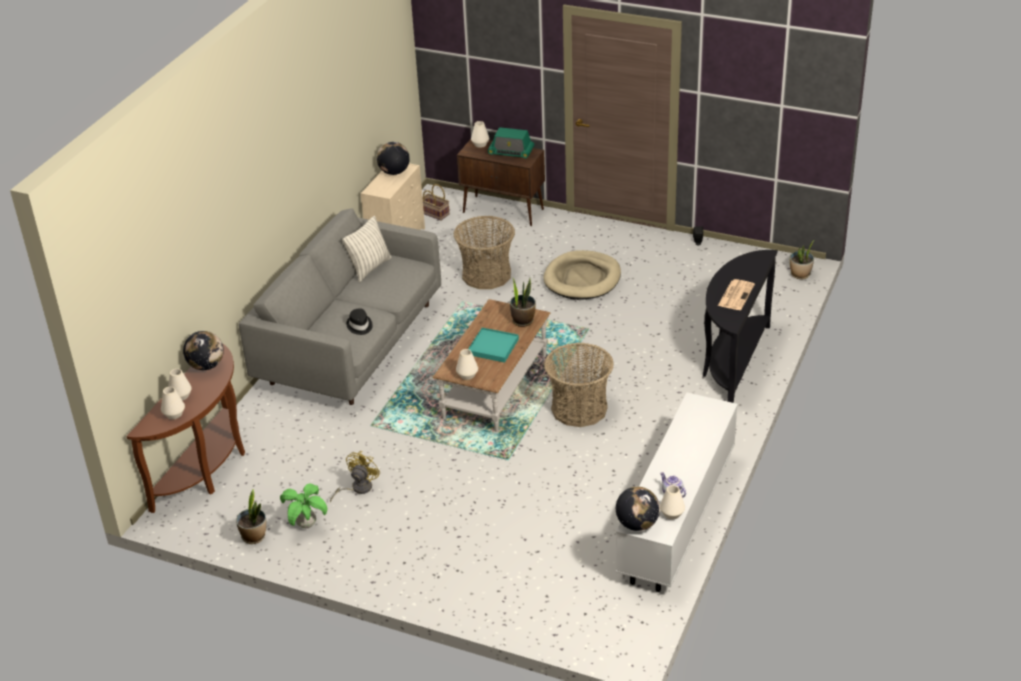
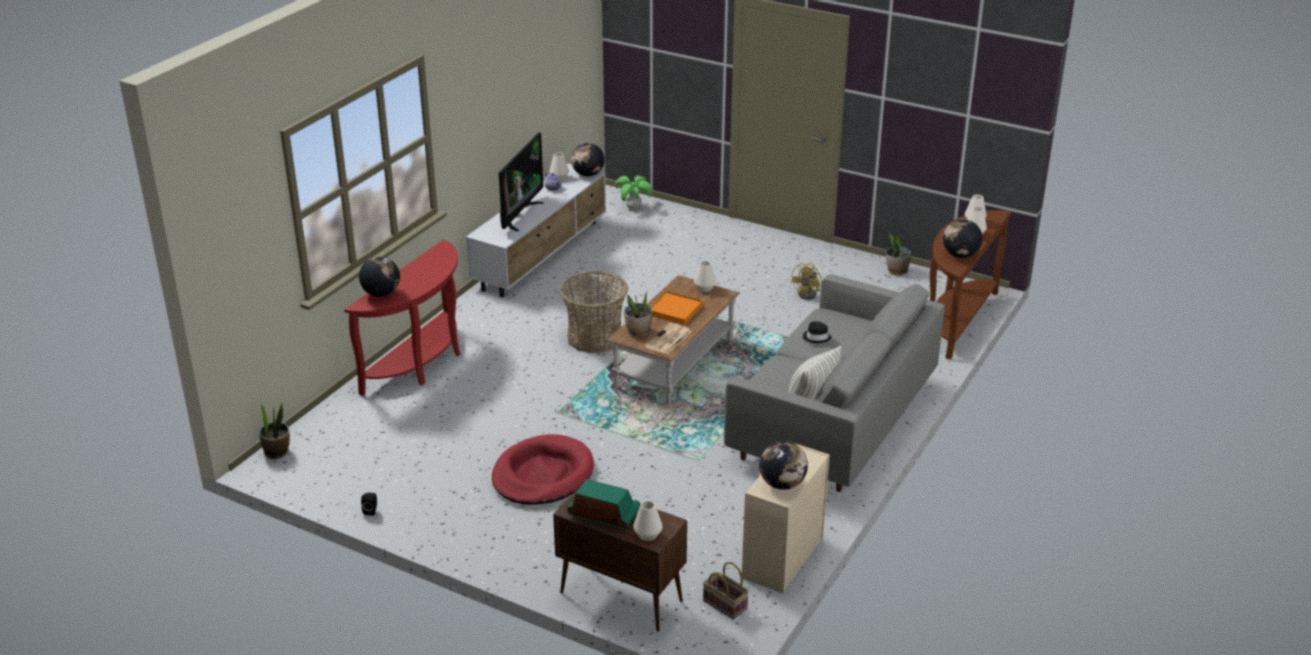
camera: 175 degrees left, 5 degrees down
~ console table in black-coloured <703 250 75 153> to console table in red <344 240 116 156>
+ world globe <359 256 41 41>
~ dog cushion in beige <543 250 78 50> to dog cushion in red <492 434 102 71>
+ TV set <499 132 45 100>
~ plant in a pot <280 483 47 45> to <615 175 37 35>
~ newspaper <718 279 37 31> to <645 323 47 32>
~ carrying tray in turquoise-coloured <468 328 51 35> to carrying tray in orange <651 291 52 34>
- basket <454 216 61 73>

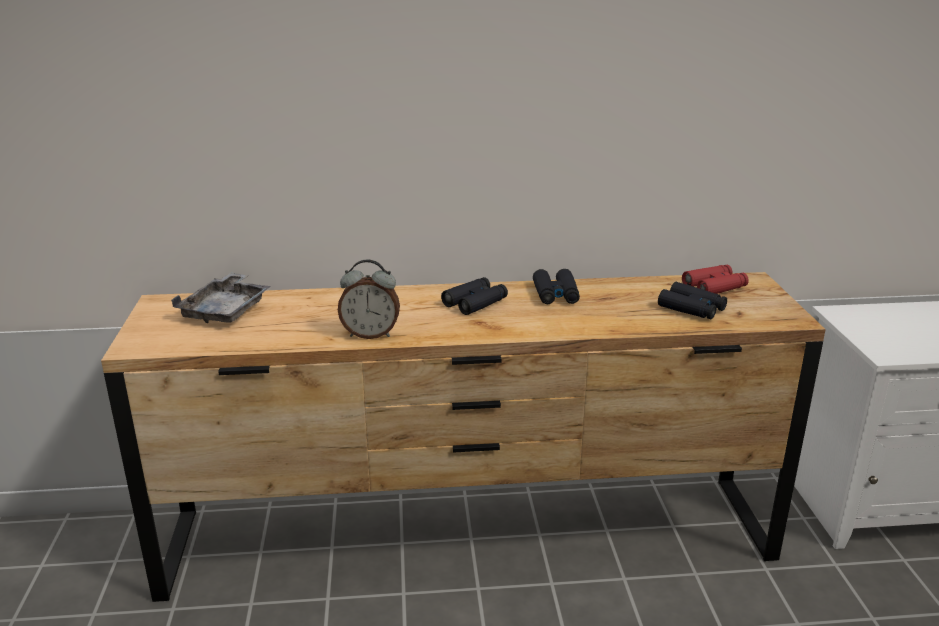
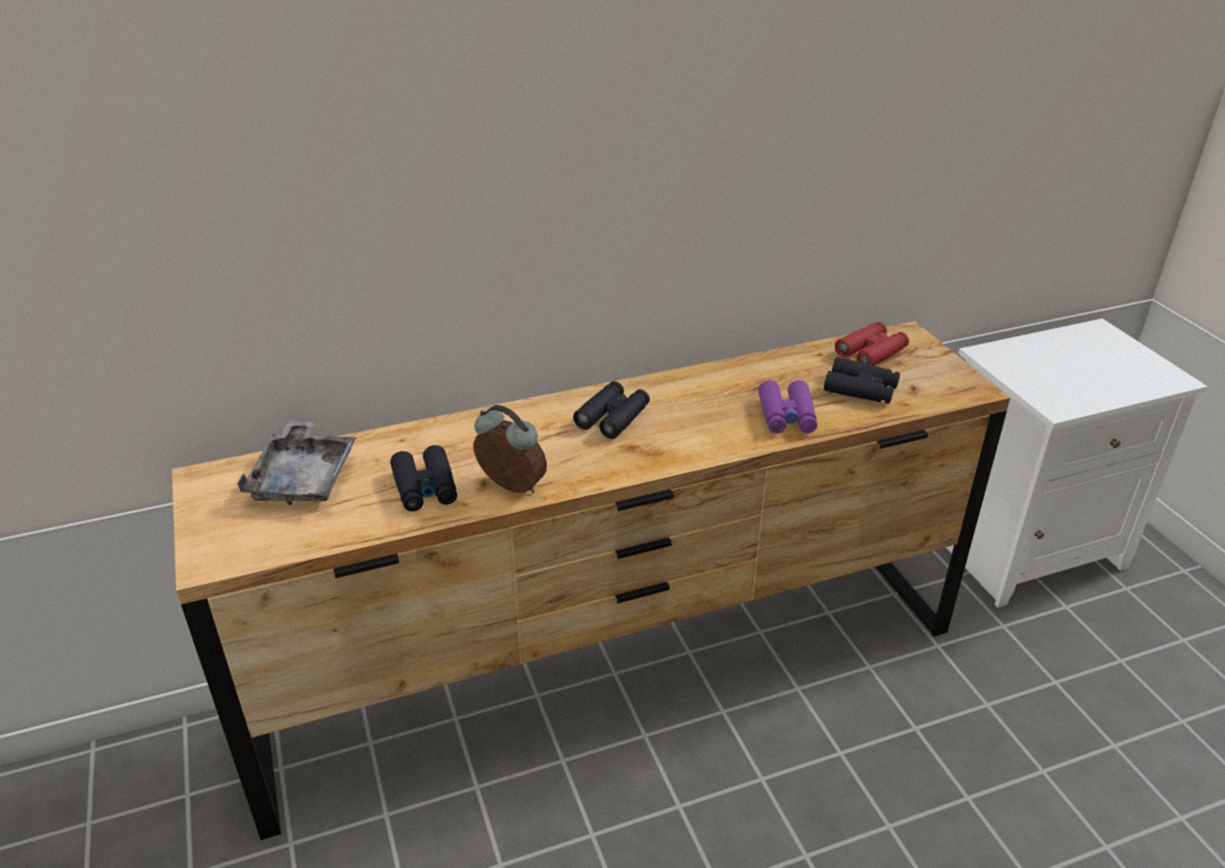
camera: 15 degrees left, 10 degrees up
~ field glasses in black-coloured <533 269 47 35> to <390 445 67 66>
~ bedside clock <338 259 62 80> = <473 405 74 88> 135 degrees counterclockwise
+ field glasses in purplish <758 380 59 53>

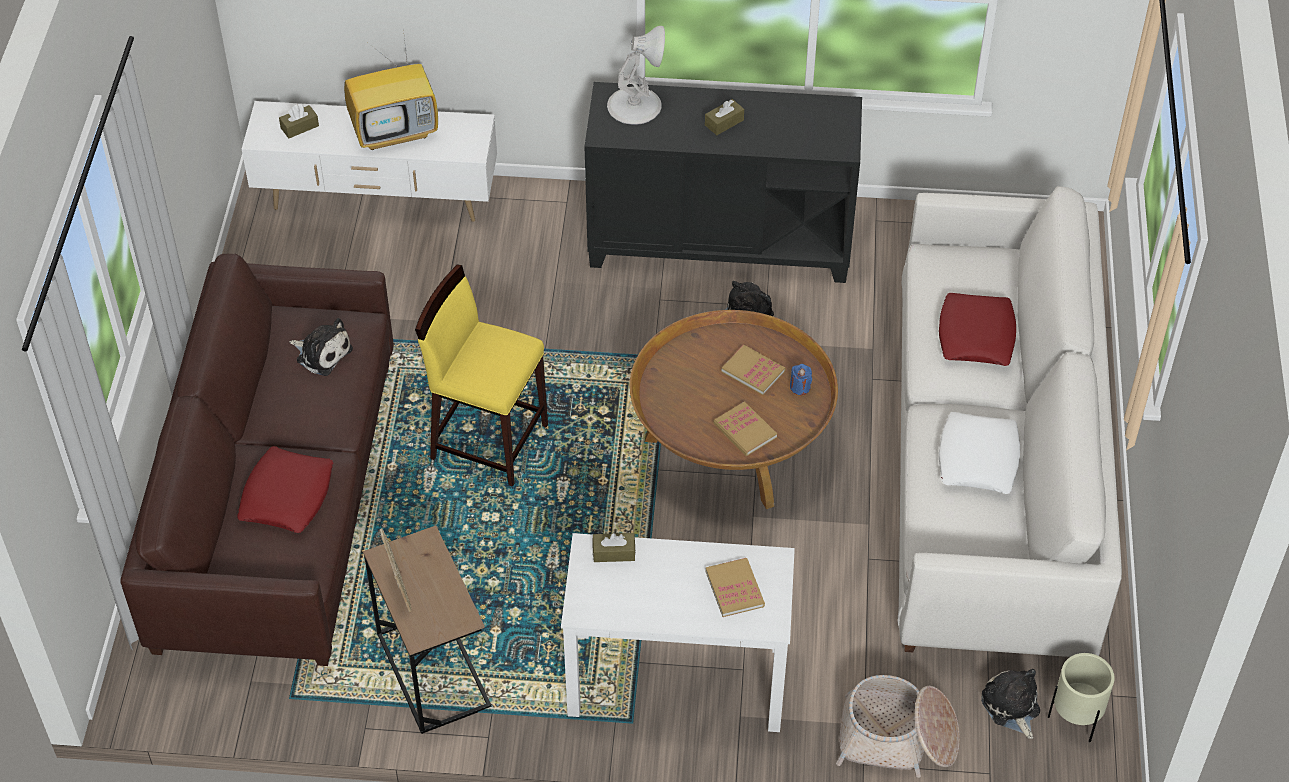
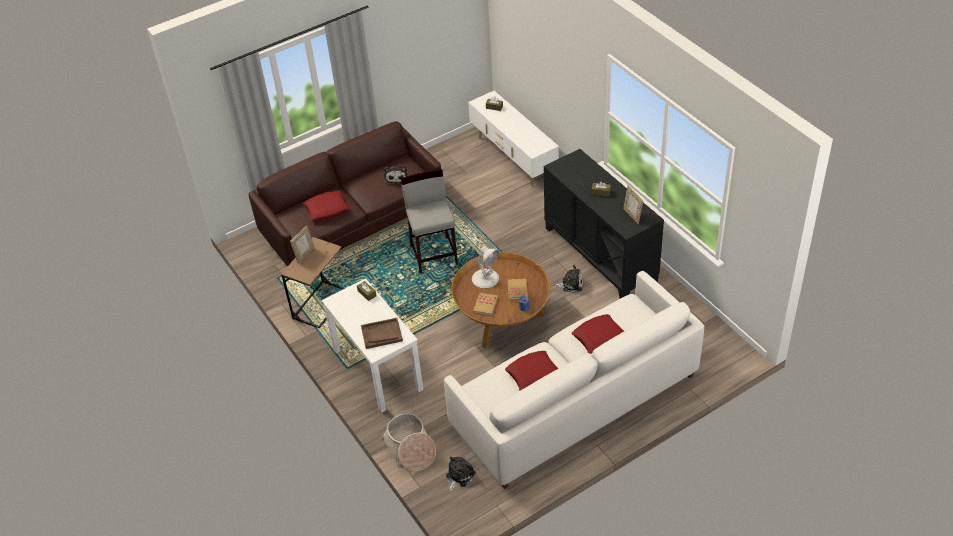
camera: 55 degrees right, 5 degrees down
~ book <705 558 60 59> to carrying tray in brown <361 318 42 31>
~ stool seat in yellow-coloured <415 264 133 223> to stool seat in grey <401 169 57 104>
~ lamp for a table in whitish <607 26 58 99> to <472 246 28 43>
~ throw pillow in whitish <939 412 81 82> to throw pillow in red <505 351 54 39>
+ standing frame <623 185 20 39>
- TV set <344 29 94 121>
- planter in beige <1048 653 67 89>

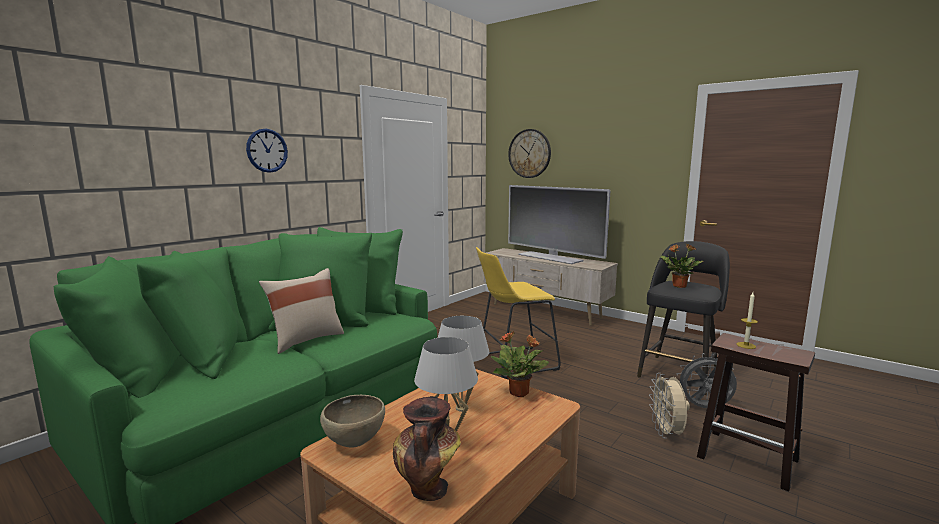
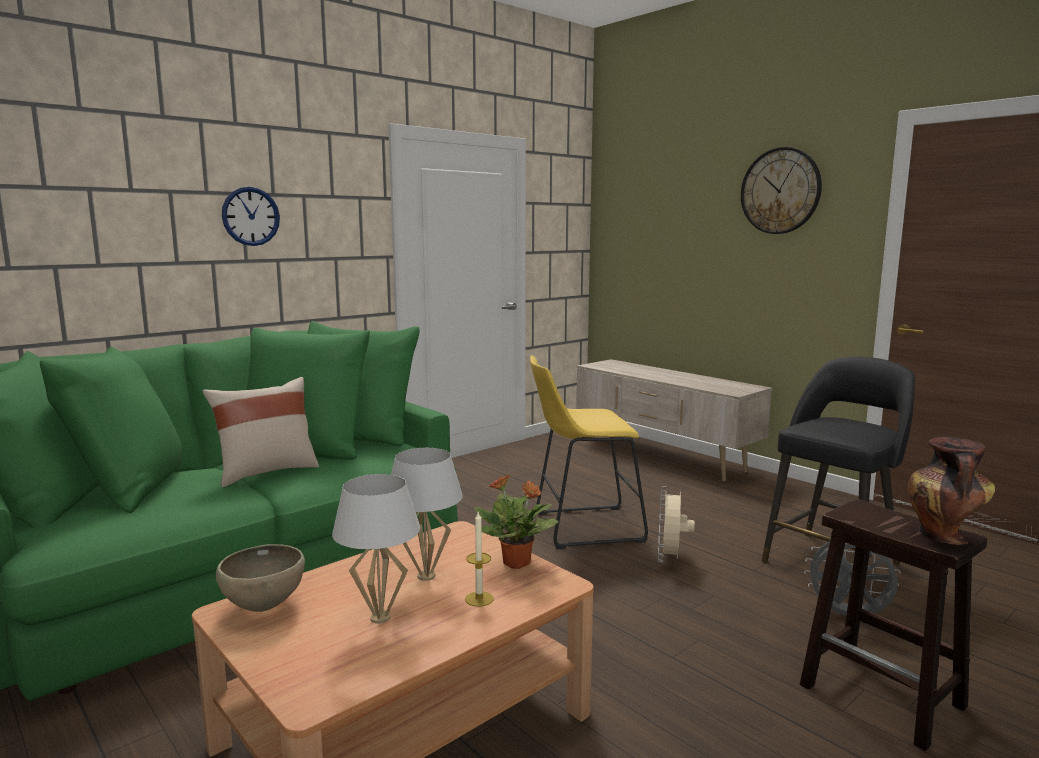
camera: 10 degrees right, 0 degrees up
~ wax light <736 293 22 56> to <465 512 29 95>
~ electric fan in beige <649 373 41 66> to <658 486 37 76>
~ hanging clock <508 129 43 49> to <741 147 81 87>
~ vase <393 396 68 105> to <907 436 88 109>
- TV set <508 185 102 79>
- plant in a pot <661 244 42 44>

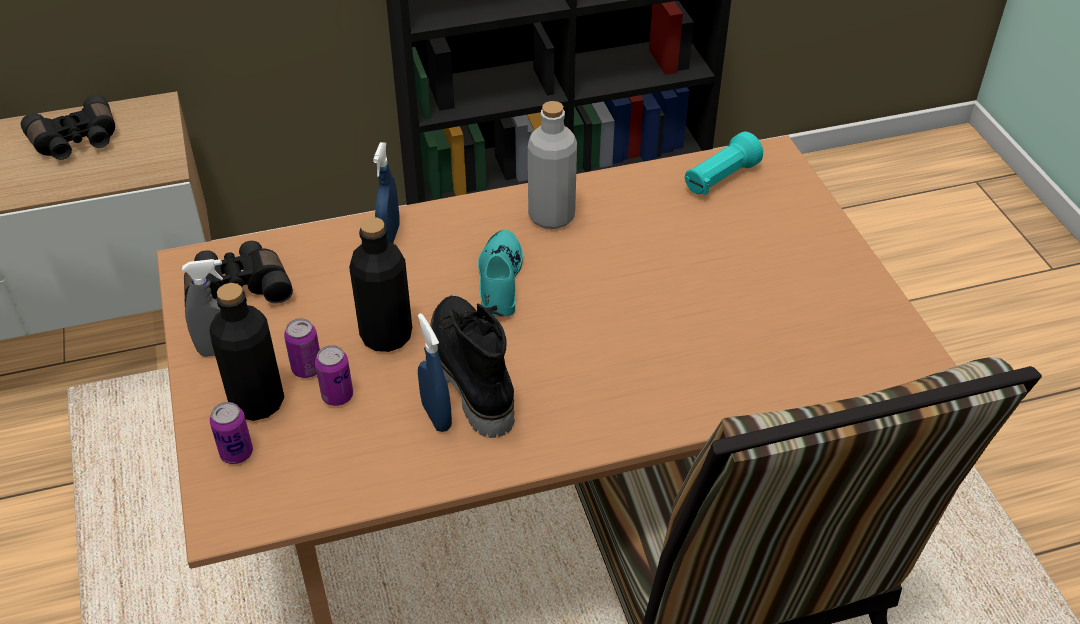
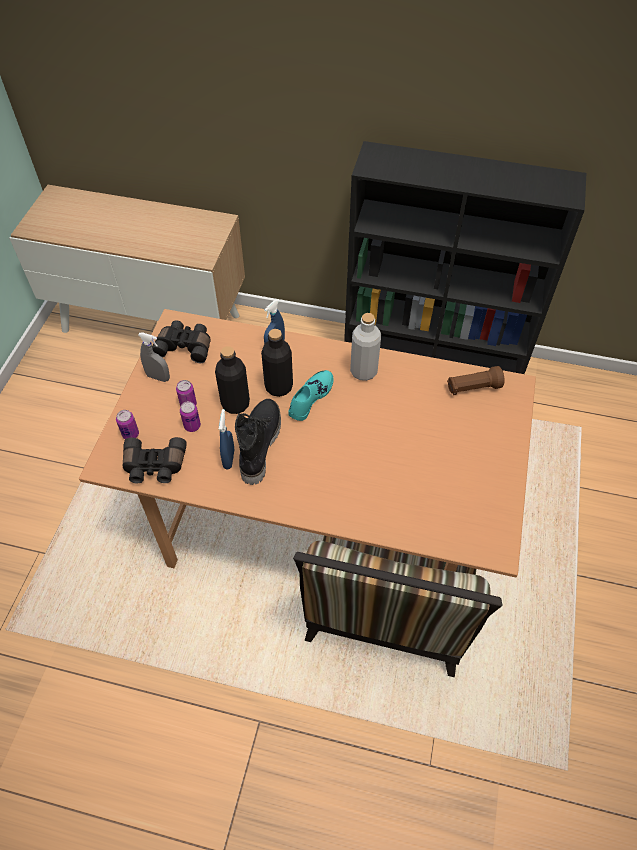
camera: 30 degrees right, 10 degrees up
~ field glasses in black-coloured <21 95 94 65> to <123 437 64 47>
~ drink bottle in black-coloured <209 283 75 138> to <261 329 32 68>
~ hand torch in turquoise-coloured <685 132 78 63> to hand torch in brown <447 366 58 29>

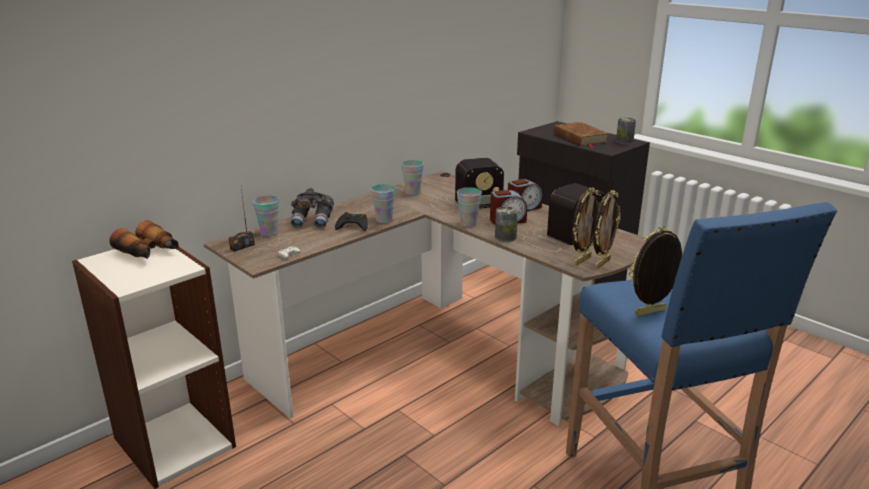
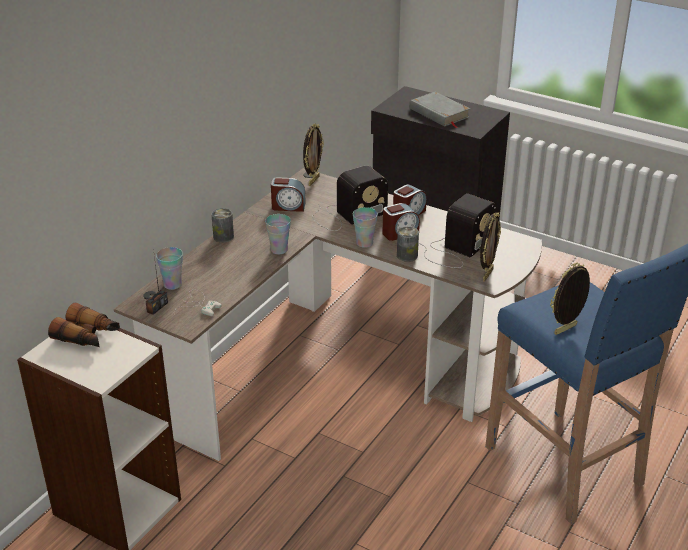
camera: 15 degrees left, 10 degrees up
~ metal can <616 118 20 26> to <211 208 23 35>
~ drinking cup <401 160 23 35> to bedside clock <271 177 35 35>
~ standing frame <593 190 28 79> to <303 123 21 63>
~ book in brown <554 122 55 26> to book in grey <409 92 61 36>
- field glasses in grey <291 188 43 40>
- joypad in black-coloured <335 212 33 19>

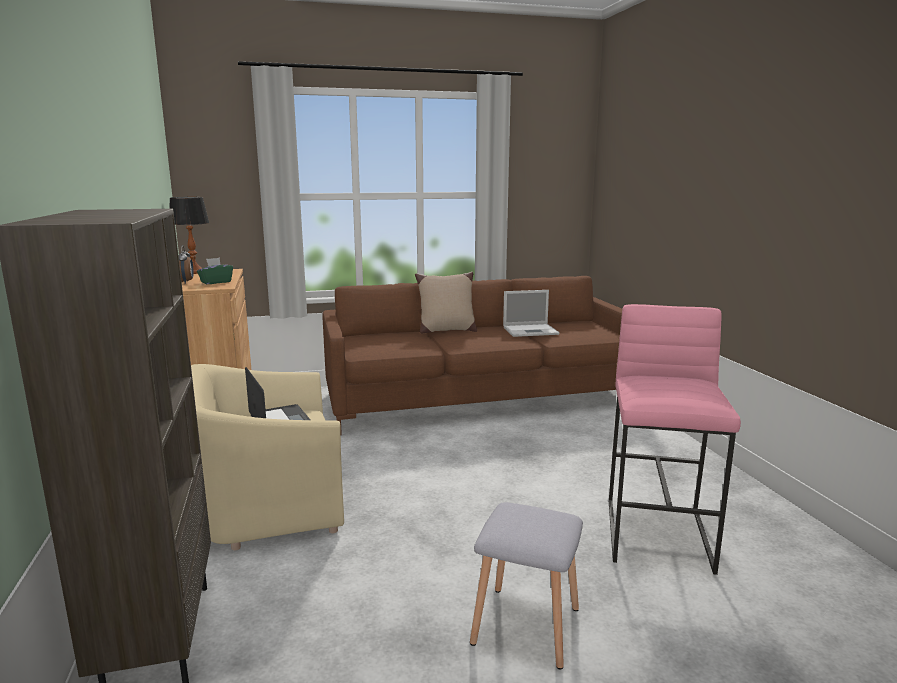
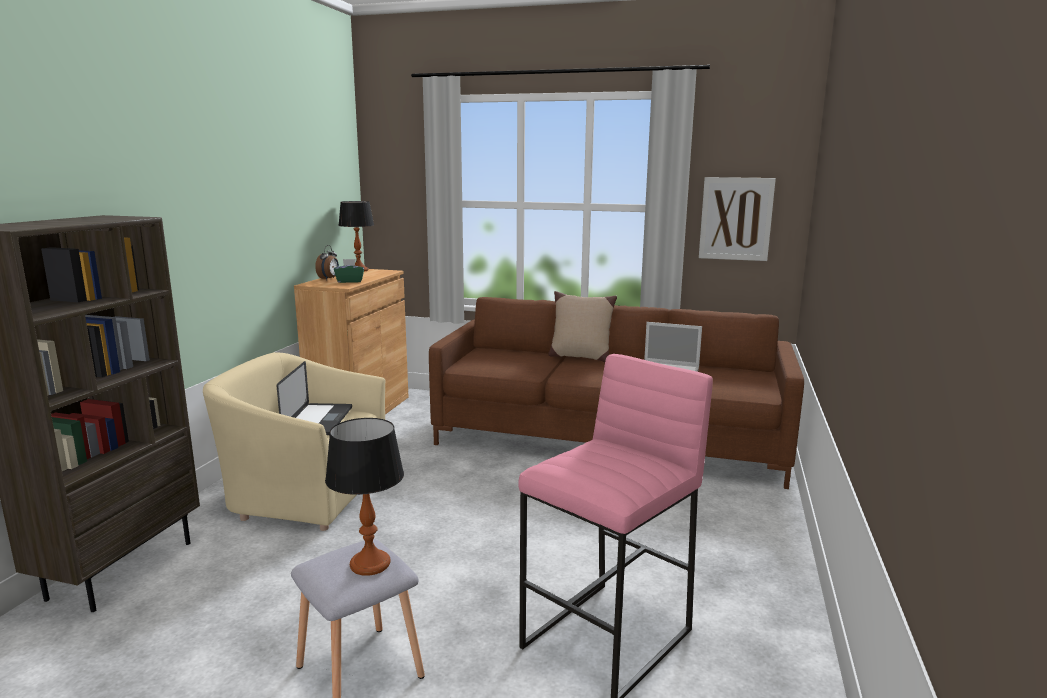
camera: 30 degrees right, 0 degrees up
+ lamp for a table <325 418 79 158>
+ wall picture <699 177 77 84>

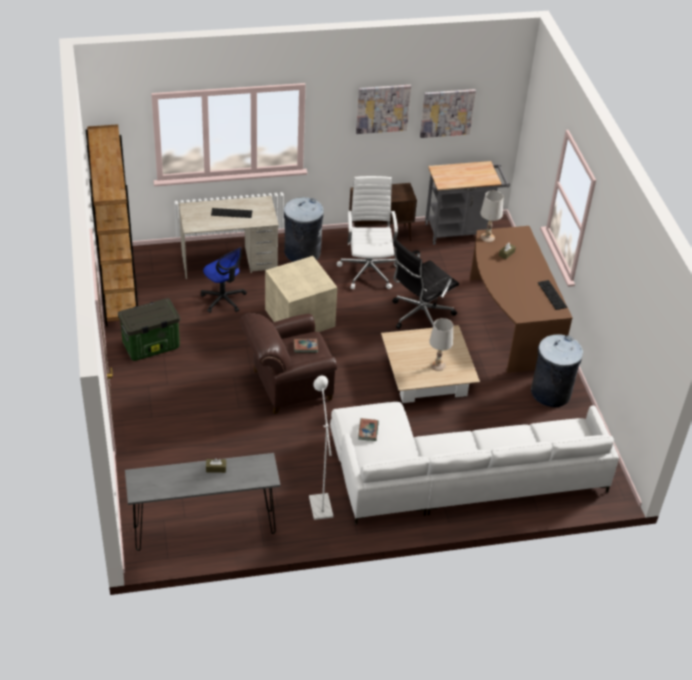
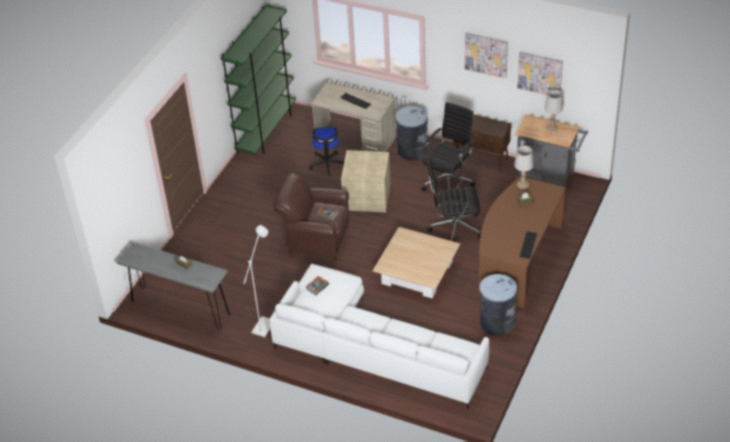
camera: 40 degrees right, 0 degrees up
~ bookshelf in brown <86 124 52 203> to bookshelf in green <221 5 75 150>
~ desk chair in whitish <337 176 61 113> to desk chair in black-coloured <422 102 53 89>
~ lamp for a table in whitish <429 318 24 53> to <544 89 19 43>
- storage container <118 298 62 63>

